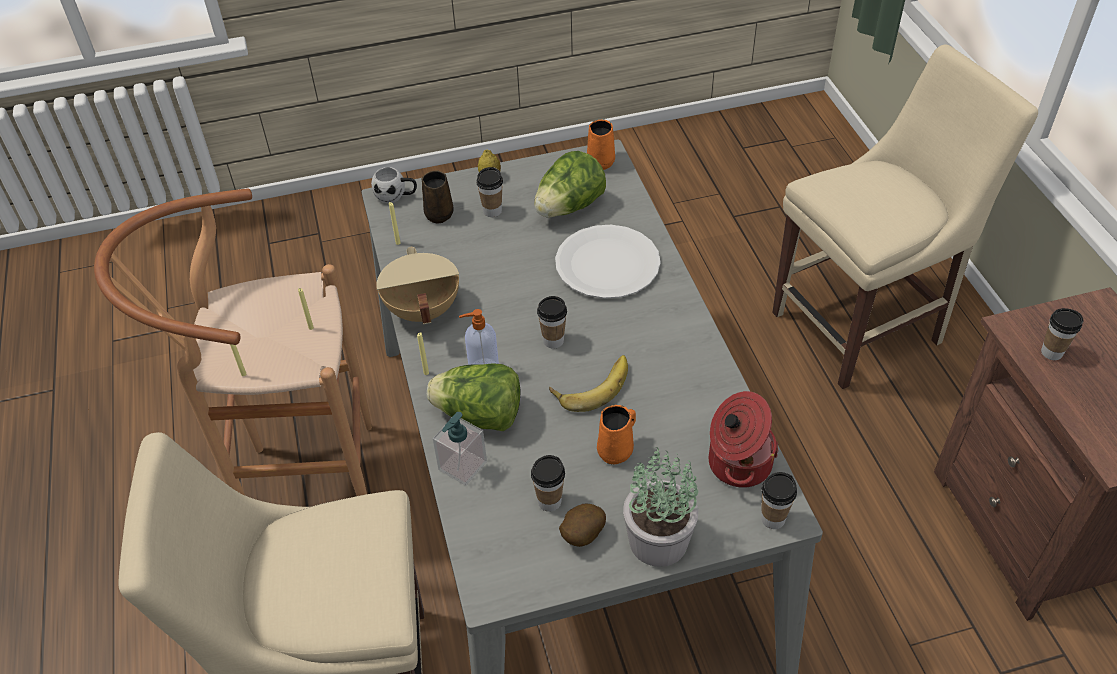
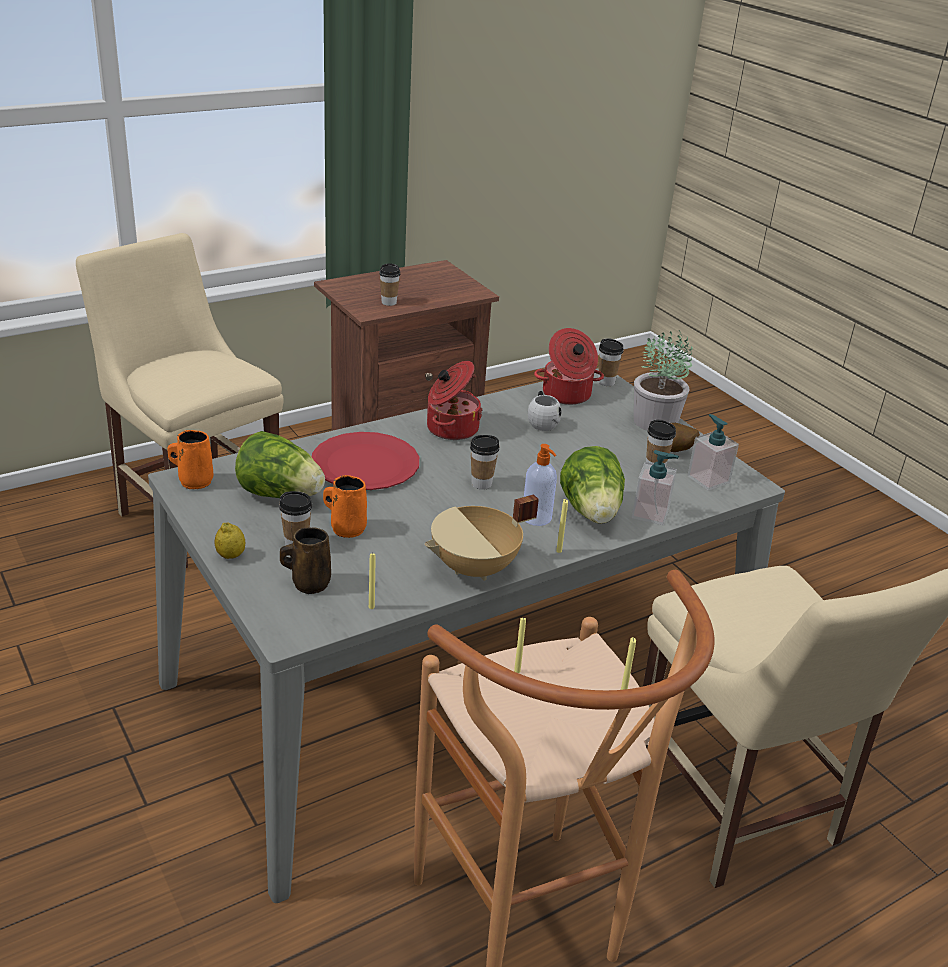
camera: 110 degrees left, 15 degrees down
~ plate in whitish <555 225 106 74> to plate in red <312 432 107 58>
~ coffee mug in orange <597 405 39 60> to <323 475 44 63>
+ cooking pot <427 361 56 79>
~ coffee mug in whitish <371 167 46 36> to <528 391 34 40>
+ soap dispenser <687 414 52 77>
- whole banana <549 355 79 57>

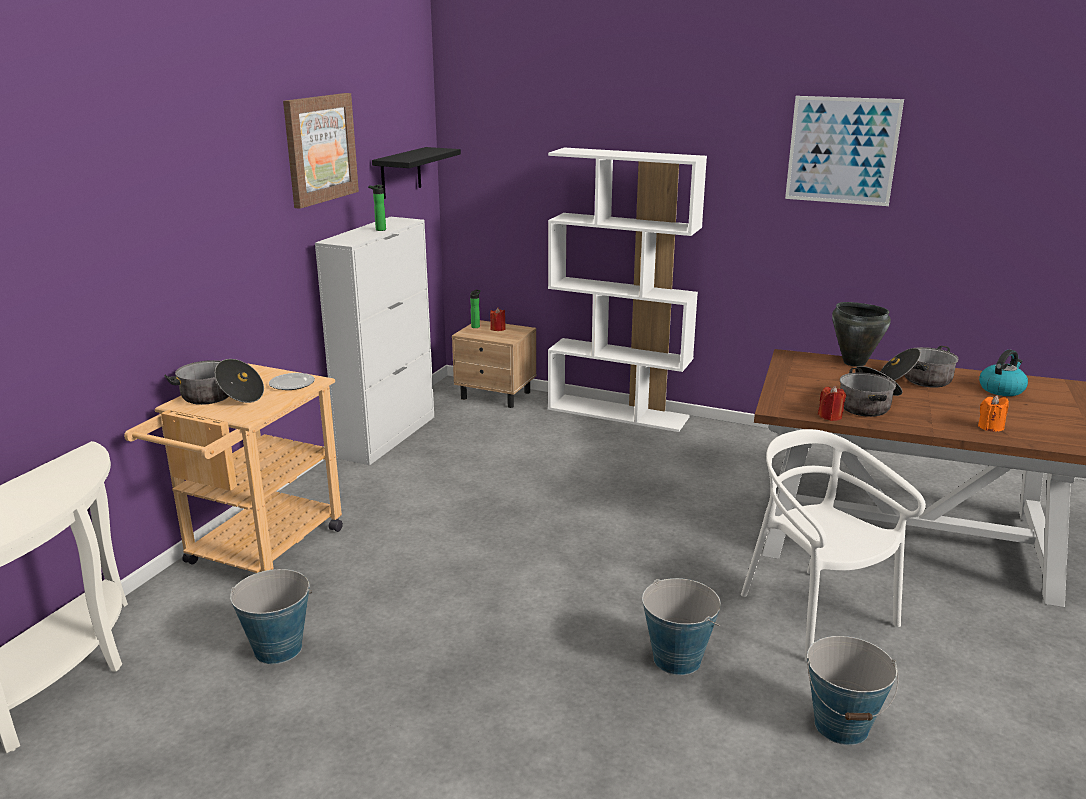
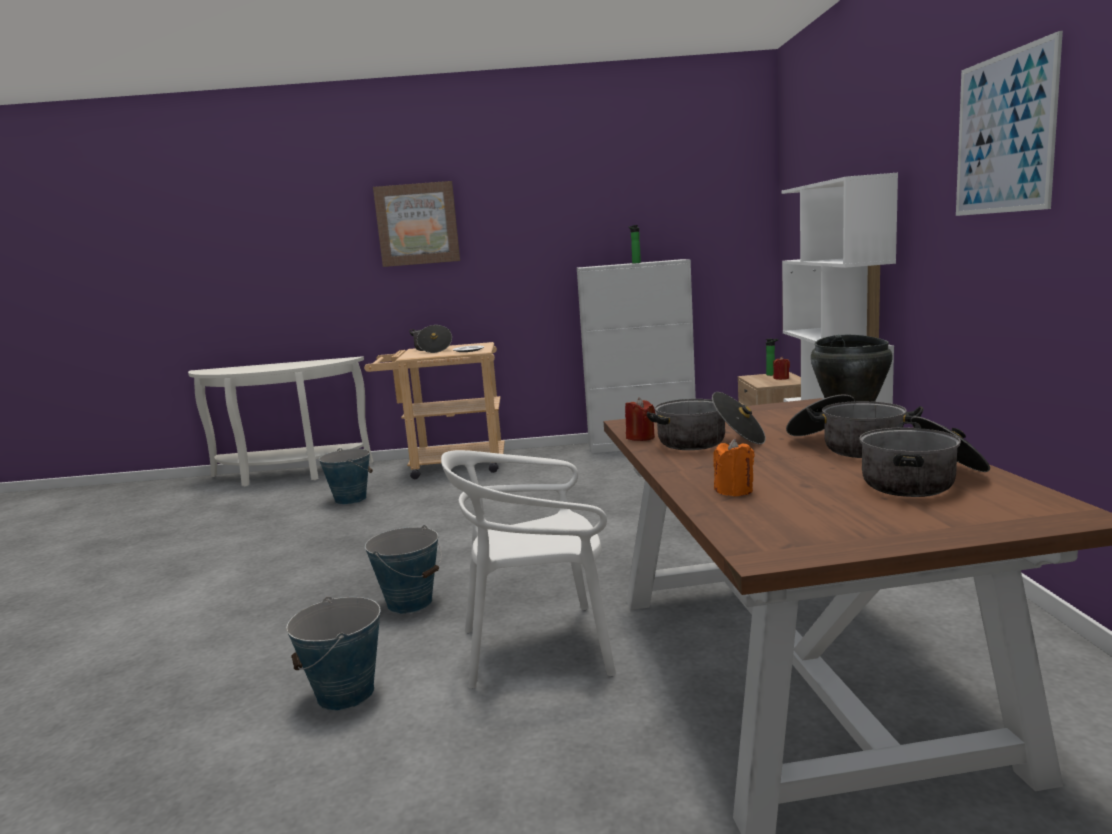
camera: 65 degrees right, 10 degrees down
~ wall picture <283 93 76 116> to <373 181 87 86>
~ chair in whitish <741 429 185 232> = <441 450 175 239> 135 degrees counterclockwise
~ kettle <979 350 49 46> to cooking pot <859 416 131 81>
- wall shelf in black-coloured <372 147 89 52>

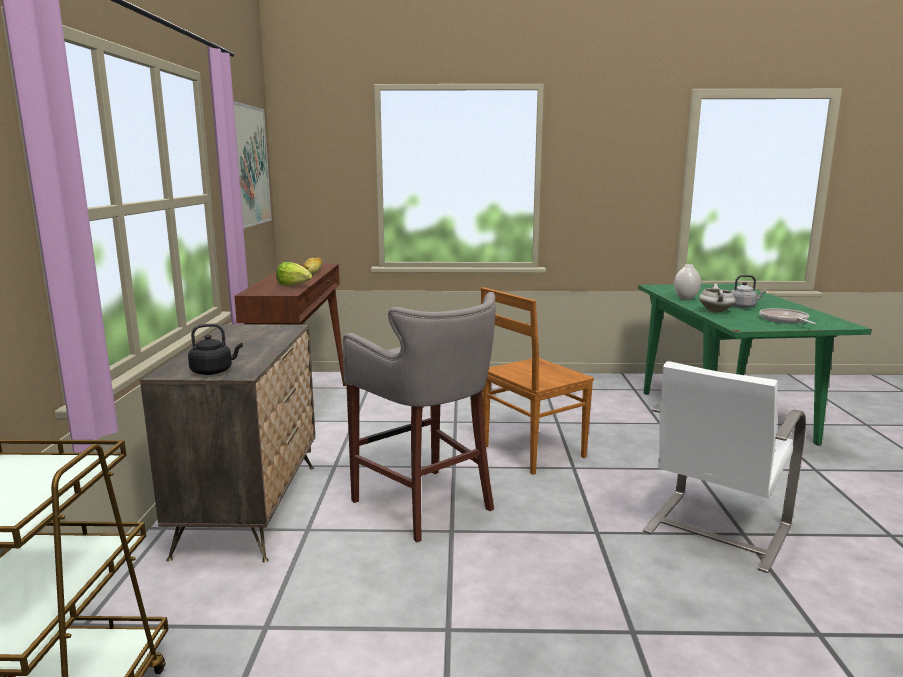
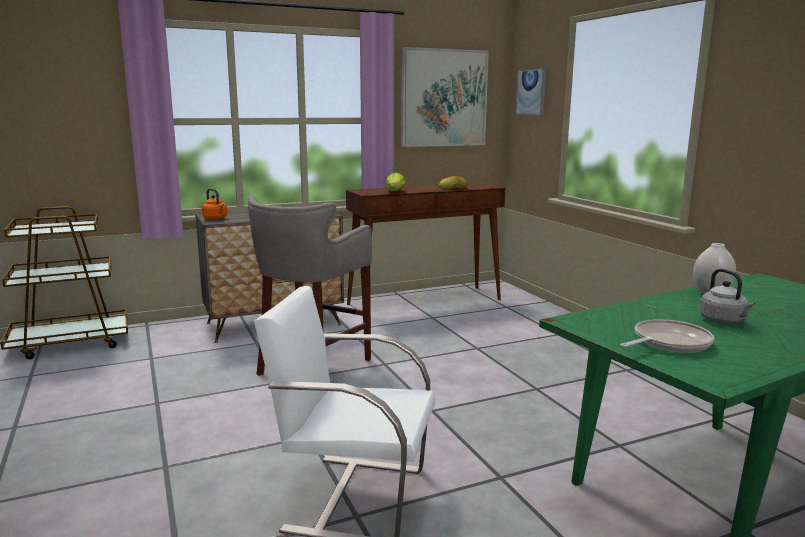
camera: 65 degrees right, 0 degrees up
~ kettle in black-coloured <188 324 55 51> to kettle in orange <202 188 25 32>
+ wall picture <516 68 30 47>
- chair in brown <481 287 113 188>
- cooking pot in whitish <699 284 37 29>

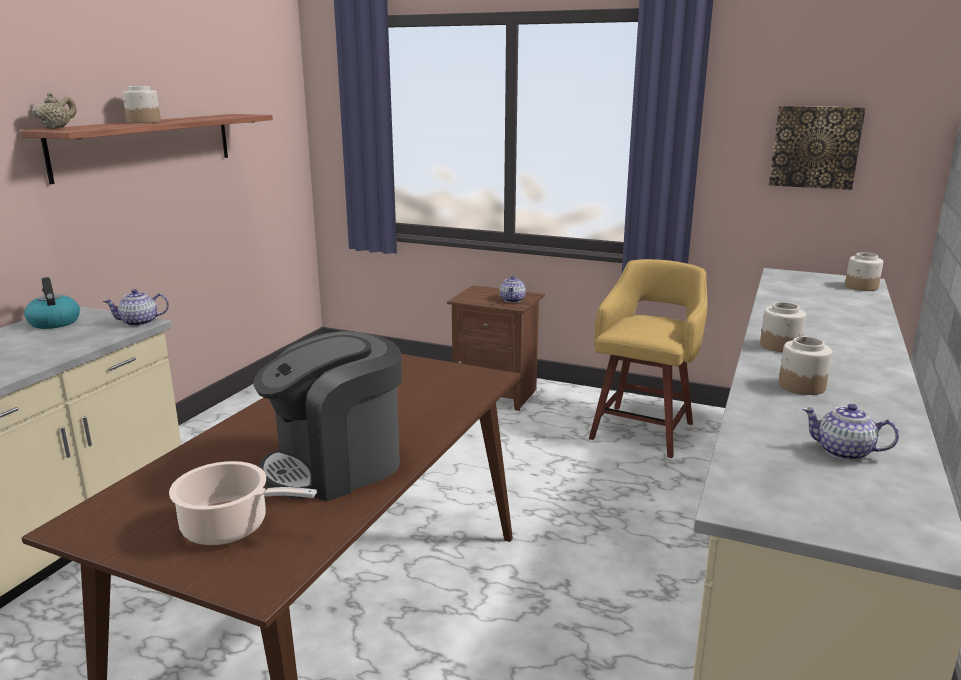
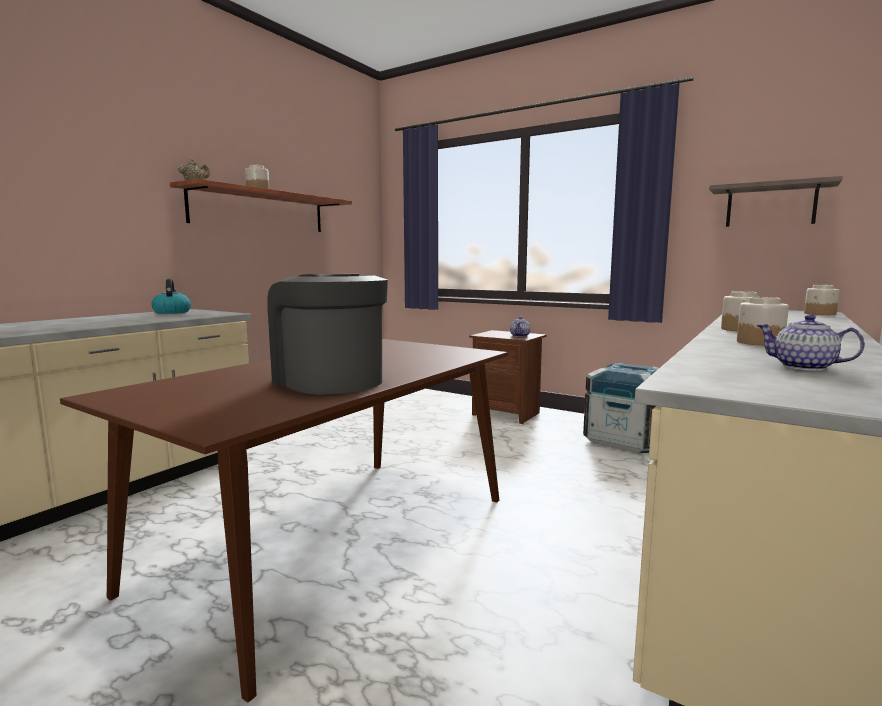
camera: 10 degrees right, 10 degrees down
~ coffee brewer <254 331 148 170> = <267 274 121 120> 75 degrees clockwise
~ stool seat in yellow-coloured <589 259 119 199> to packing crate <583 363 76 90>
~ wall picture <769 106 97 84> to wall shelf <709 176 134 51>
- tea pot <103 289 66 37>
- cooking pot <169 461 148 84>

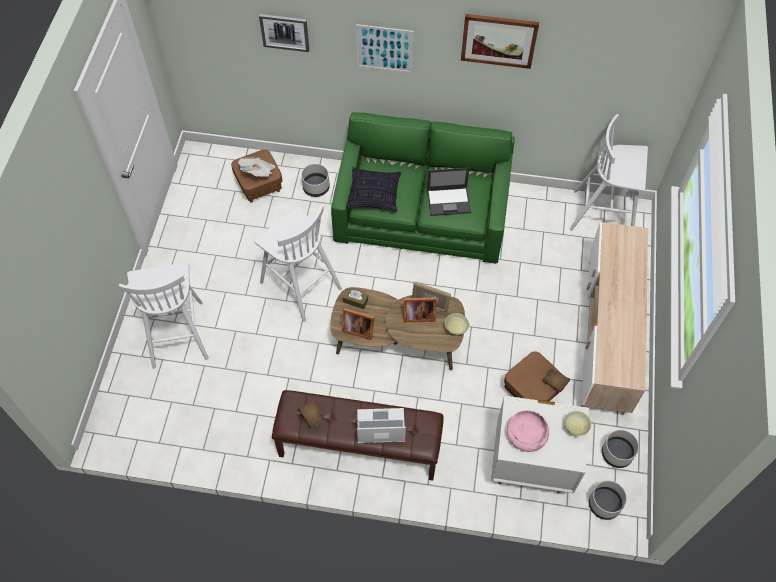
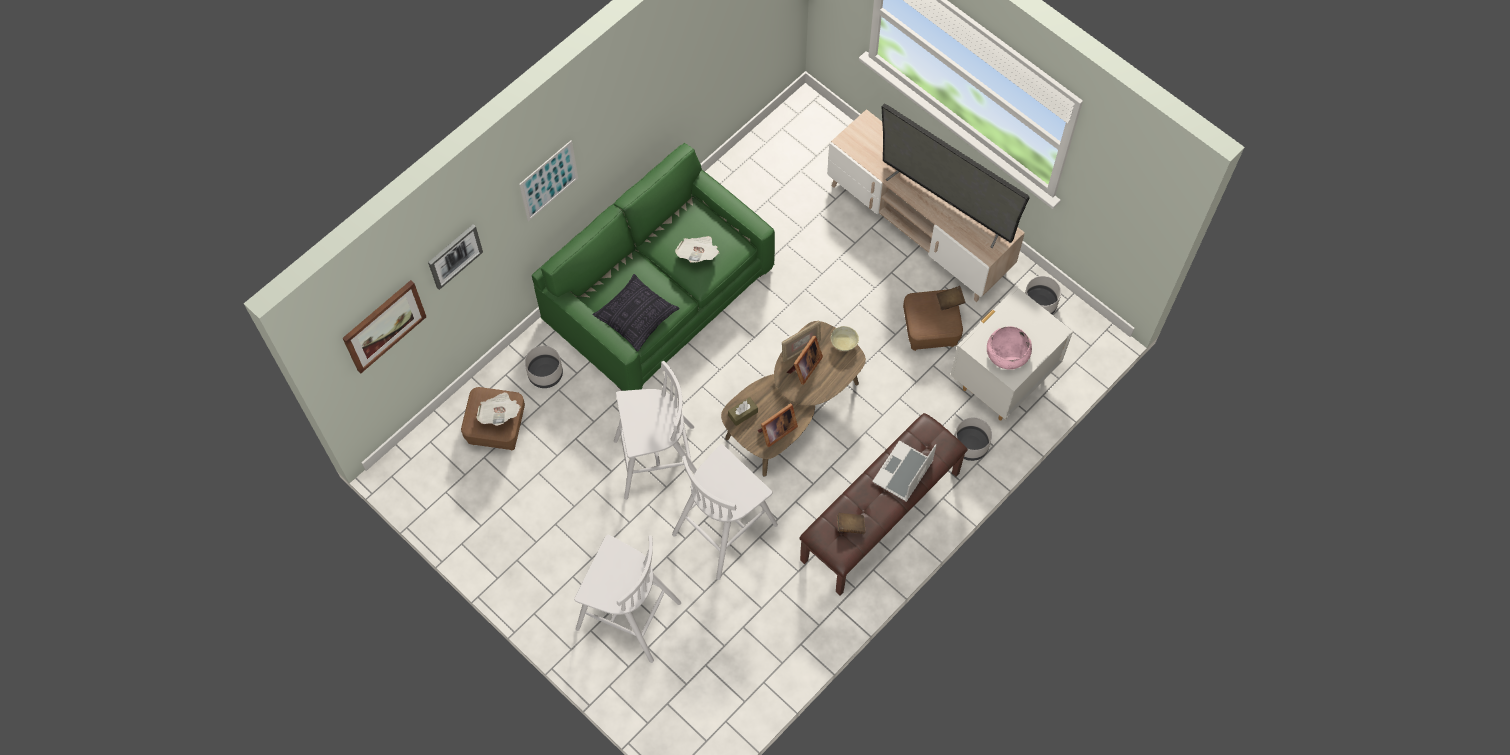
camera: 55 degrees left, 5 degrees up
~ wall picture <461 14 78 55> to <343 280 83 93>
~ stool seat in whitish <570 114 78 117> to <672 444 106 136>
~ portable computer <427 168 44 48> to newspaper <675 236 44 27>
+ TV set <881 104 149 145>
~ planter in grey <589 480 38 40> to <955 418 37 43>
- serving bowl in beige <564 411 27 25>

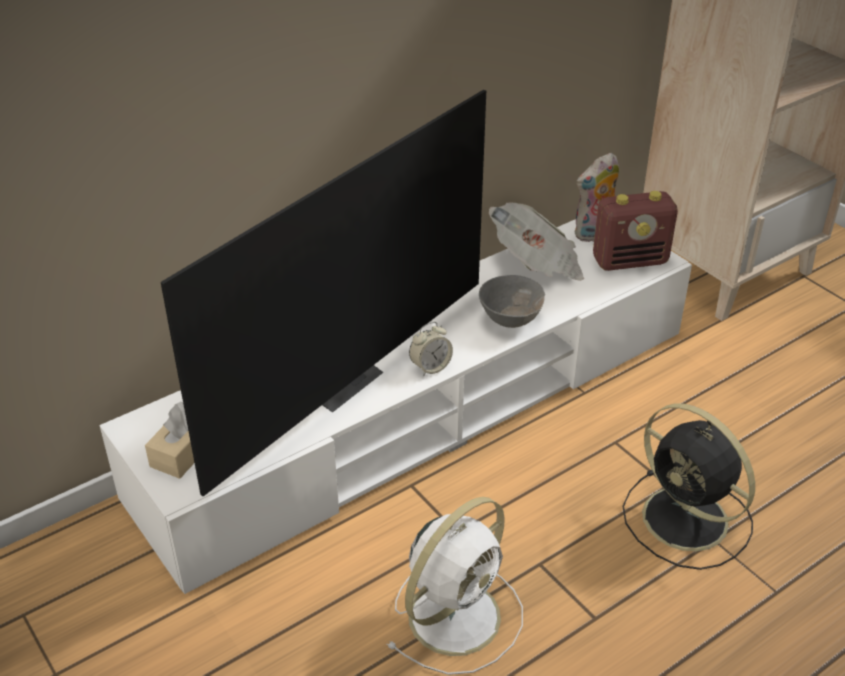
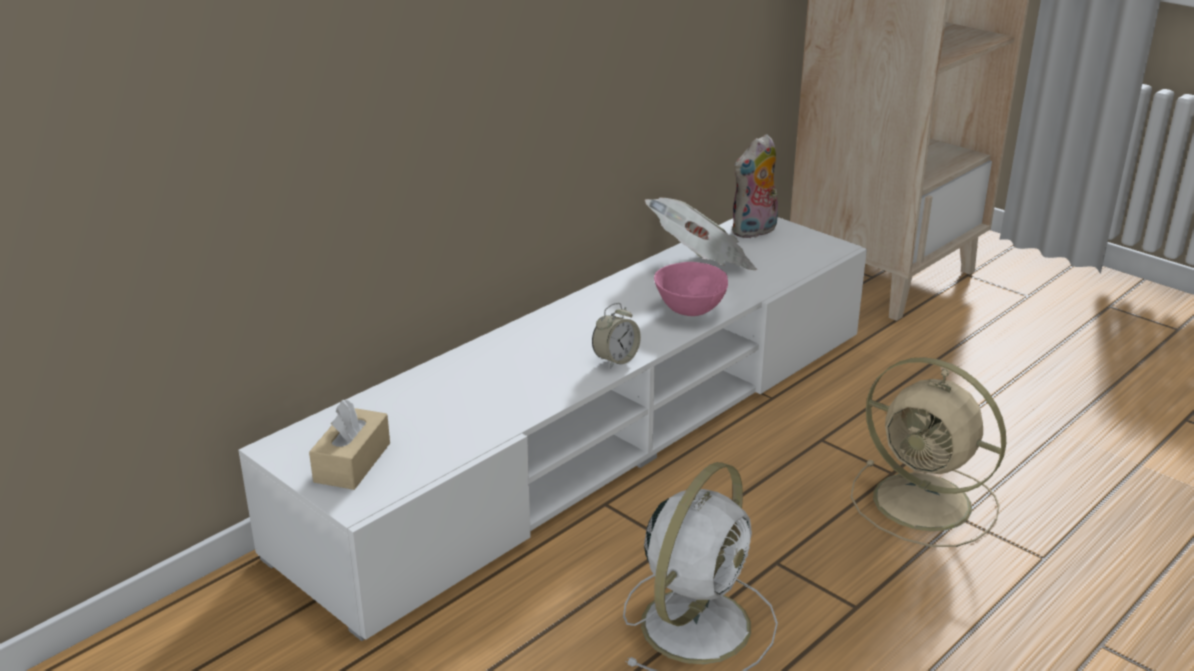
camera: 10 degrees left, 10 degrees down
~ serving bowl in grey <479 275 66 53> to serving bowl in pinkish <654 262 74 54>
~ electric fan in black-coloured <623 403 132 167> to electric fan in beige <851 357 155 190>
- TV set <161 90 325 407>
- radio receiver <593 191 85 80>

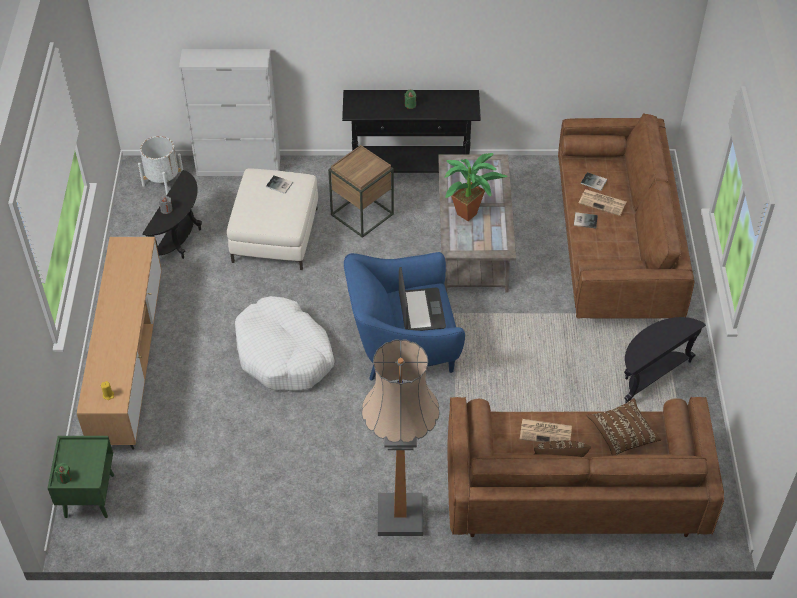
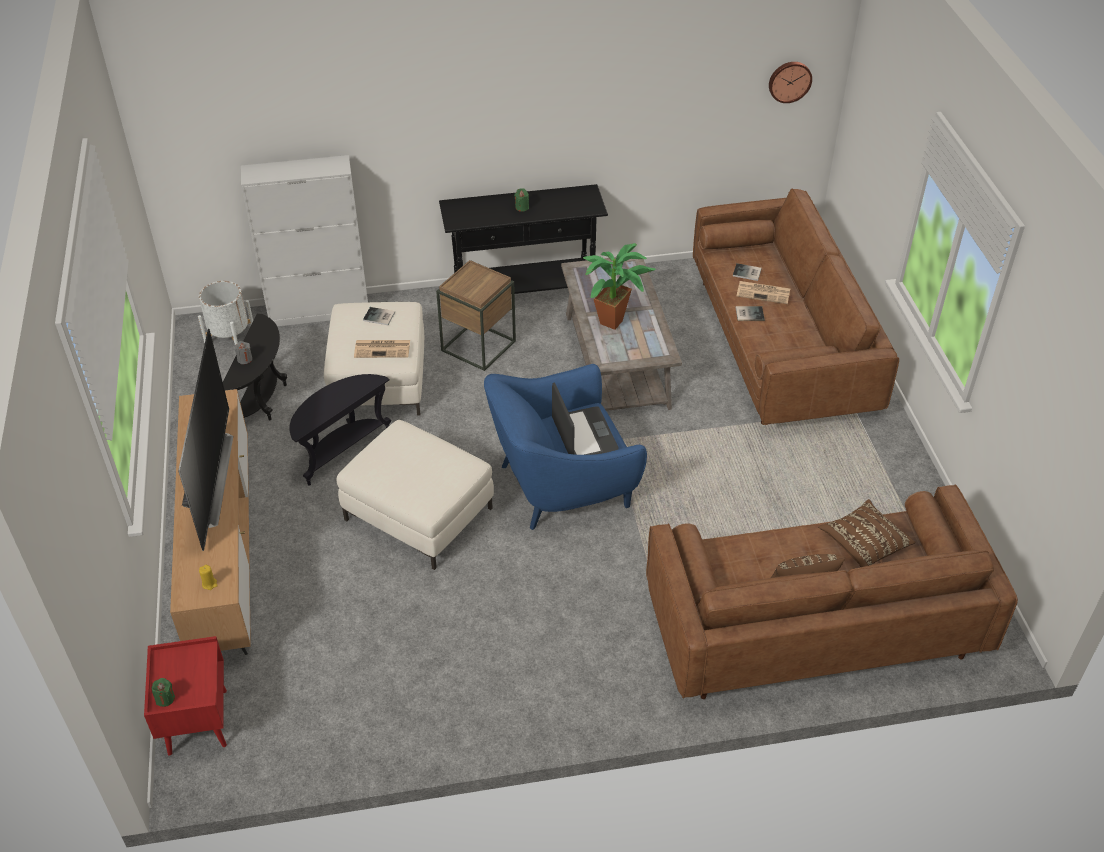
camera: 10 degrees left, 5 degrees down
~ night table in green <48 436 66 82> to night table in red <144 636 83 120>
+ TV set <178 329 55 222>
~ end table in black-coloured <624 317 82 87> to <289 374 102 112>
~ dog cushion in whitish <235 296 99 95> to ottoman in whitish <337 420 157 150>
~ newspaper <520 419 52 24> to <354 340 56 18>
+ hanging clock <769 62 43 41>
- standing lamp <362 340 78 196>

